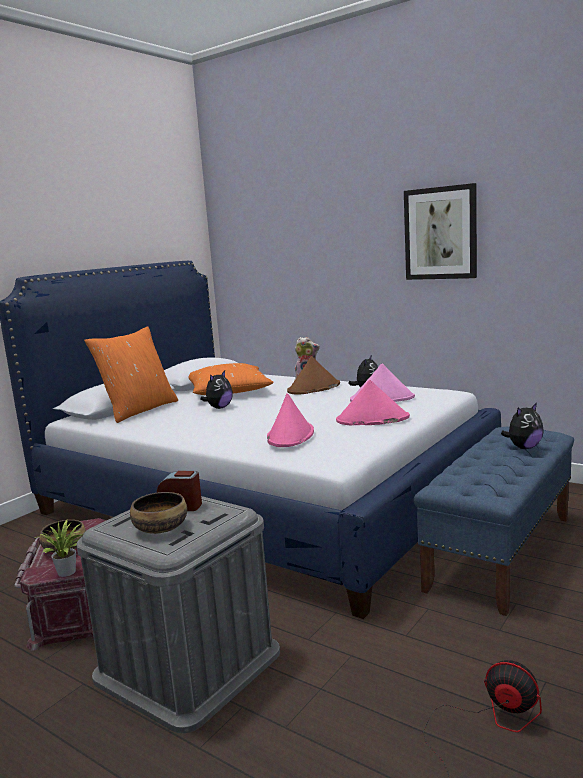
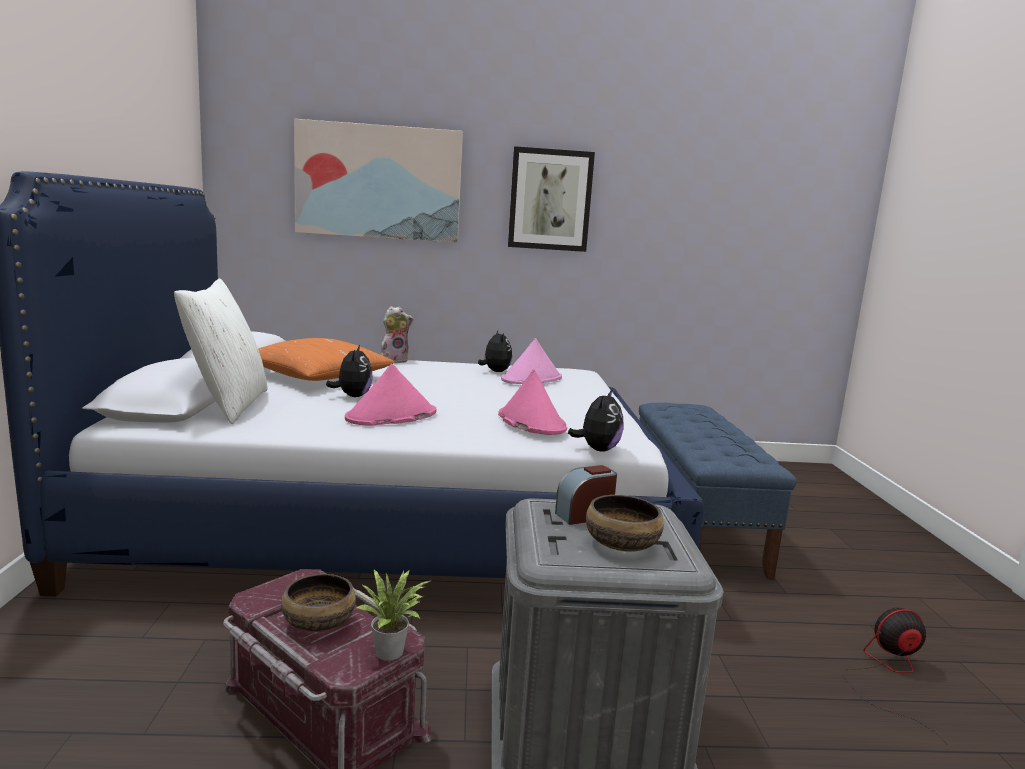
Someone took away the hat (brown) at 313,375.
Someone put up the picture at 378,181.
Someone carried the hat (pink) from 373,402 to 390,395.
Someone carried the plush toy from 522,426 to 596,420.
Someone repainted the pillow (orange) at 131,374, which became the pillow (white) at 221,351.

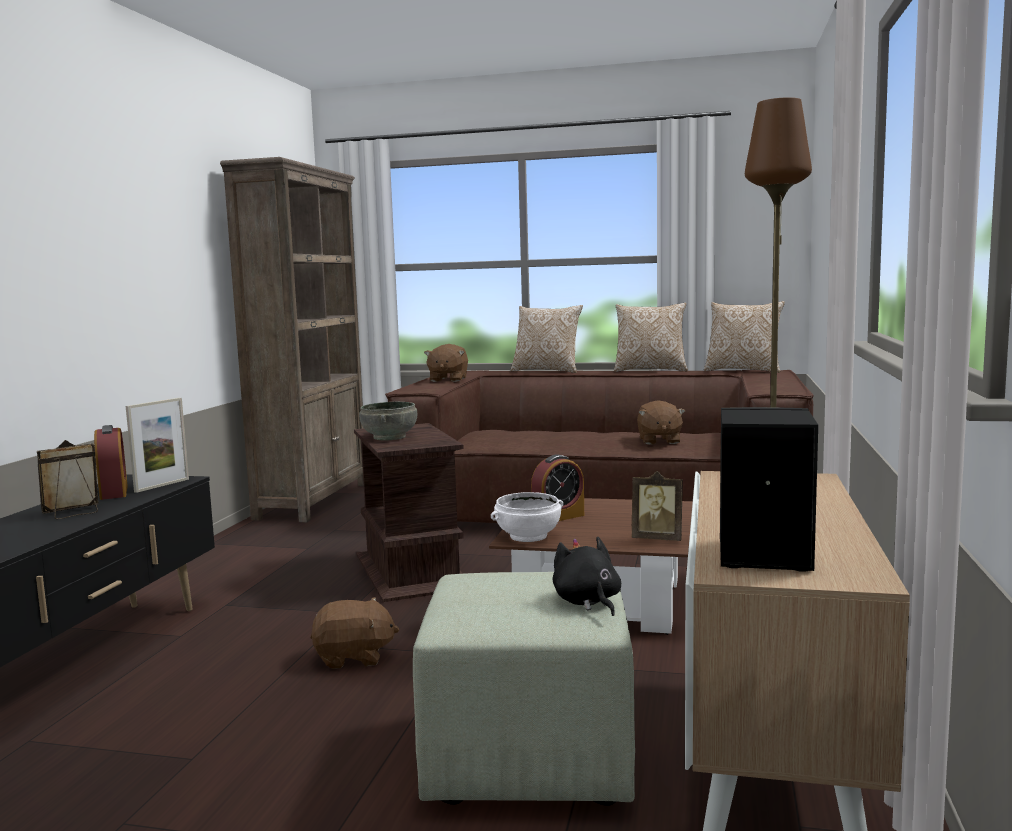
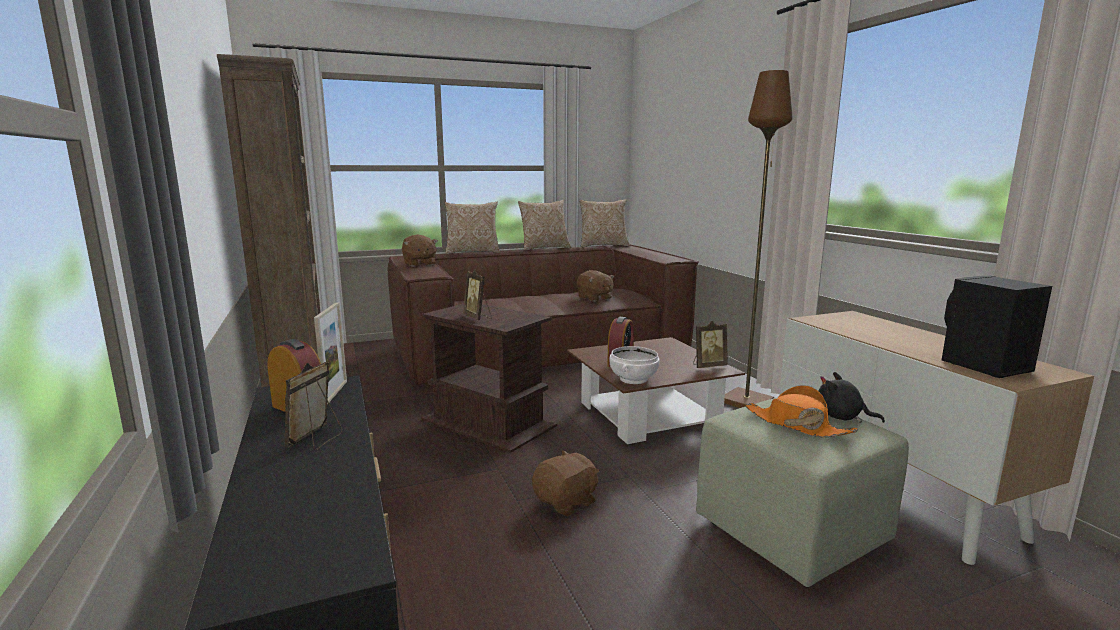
Someone put down the hat (orange) at 801,411.
Someone swapped the bowl (grey) at 388,421 for the picture frame at 477,294.

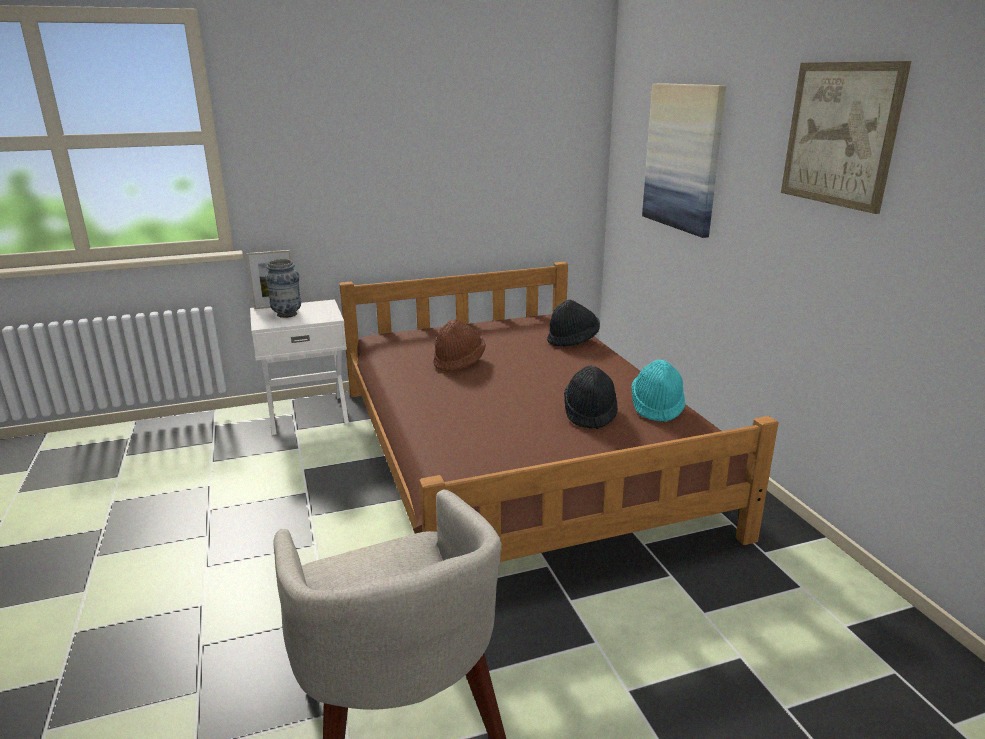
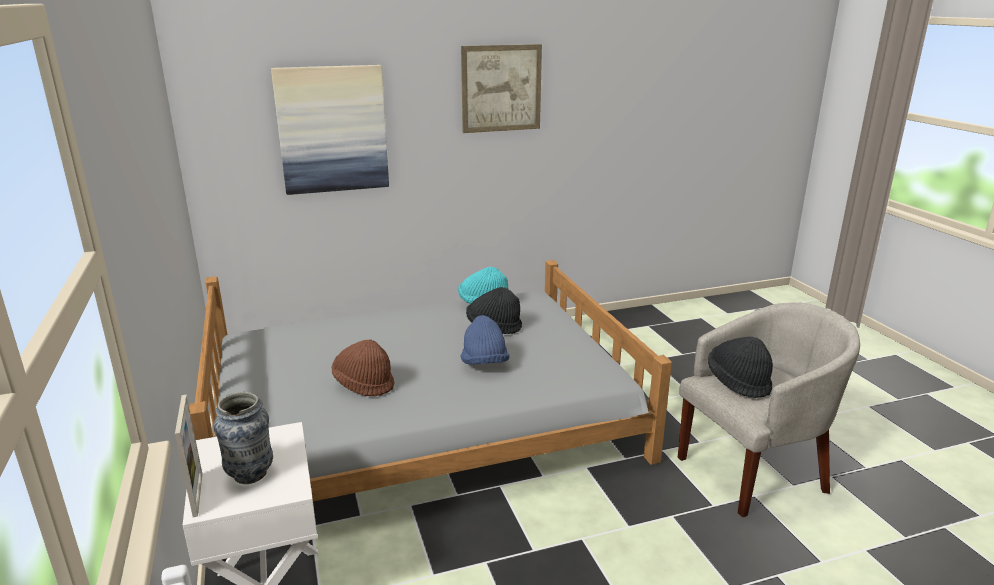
Someone put down the hat (blue) at 485,340.
Someone carried the hat (black) from 573,322 to 740,367.
Someone repainted the bed (brown) at 559,412, which became the bed (grey) at 430,410.

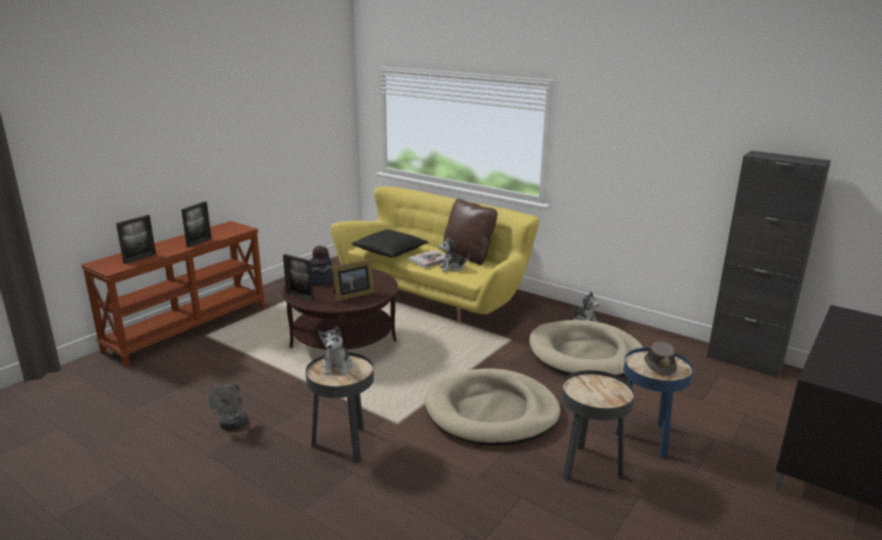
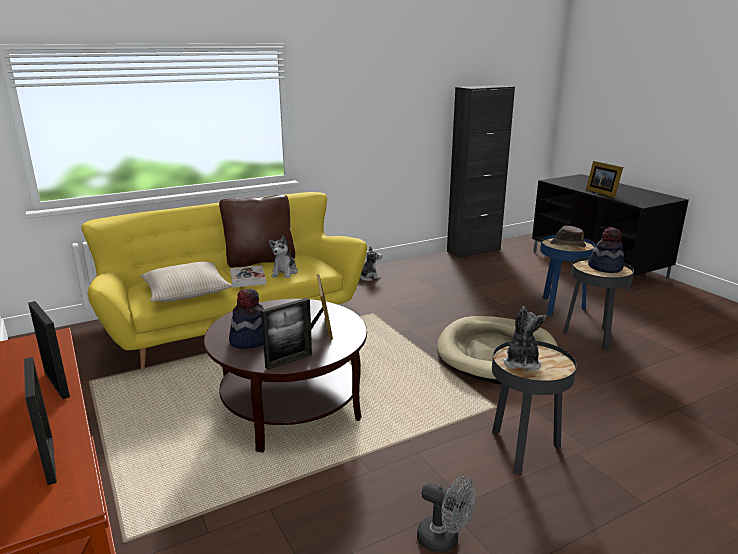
Someone took away the dog bed (beige) at 586,348.
Someone put down the picture frame at 604,179.
Someone put down the hat at 606,250.
Someone repainted the pillow (black) at 389,243, which became the pillow (beige) at 186,282.
Someone rotated the plush toy at 335,350 by 105 degrees counterclockwise.

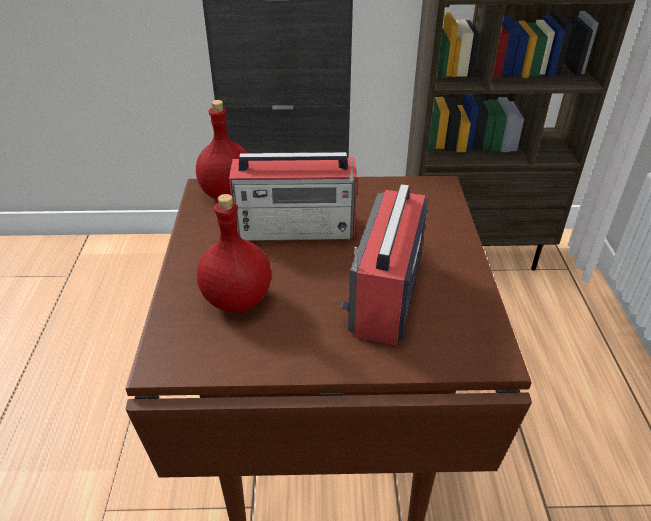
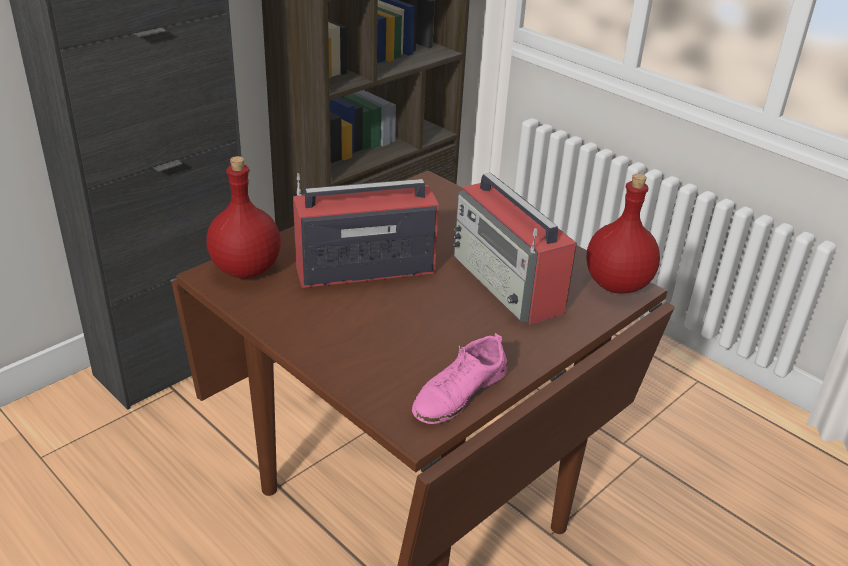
Someone put down the shoe (pink) at 459,378.
Someone carried the bottle (red) from 234,253 to 623,234.
Someone rotated the radio at 293,196 by 150 degrees counterclockwise.

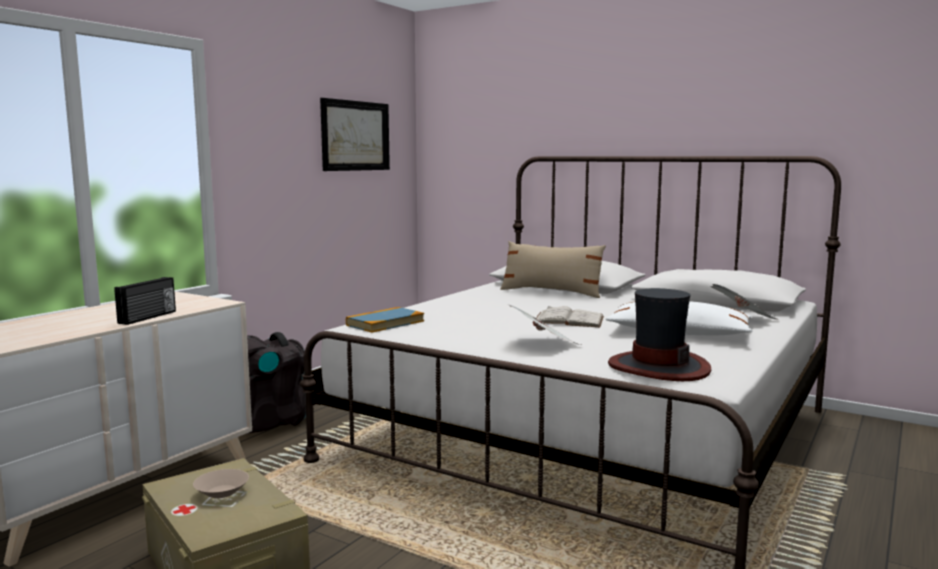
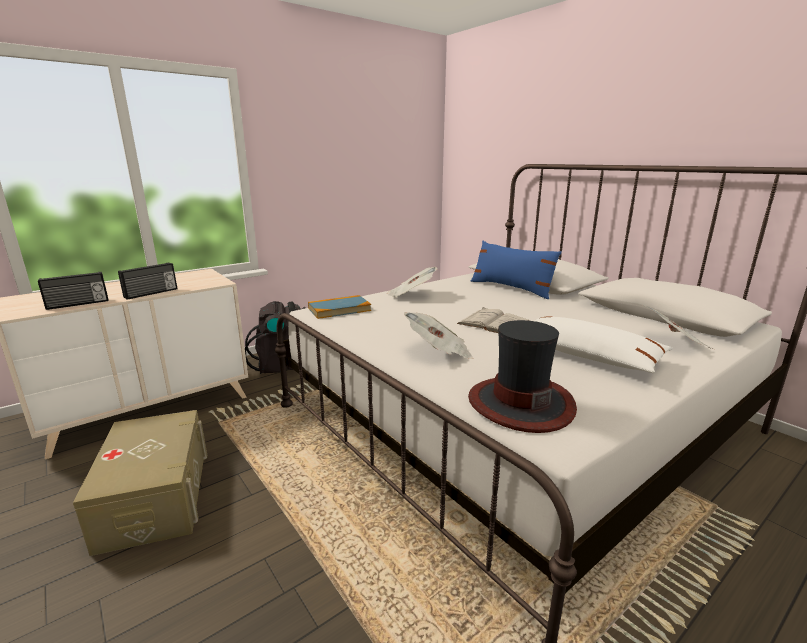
Someone took away the bowl (beige) at 221,483.
Someone took away the picture at 355,134.
Someone put down the radio at 73,291.
Someone put down the newspaper at 412,282.
Someone repainted the pillow (beige) at 553,269, which became the pillow (blue) at 516,270.

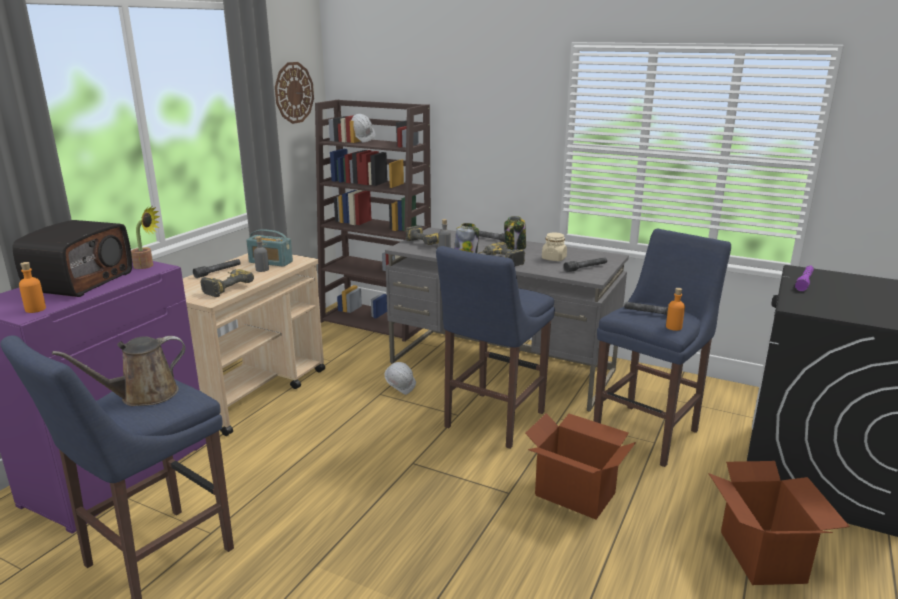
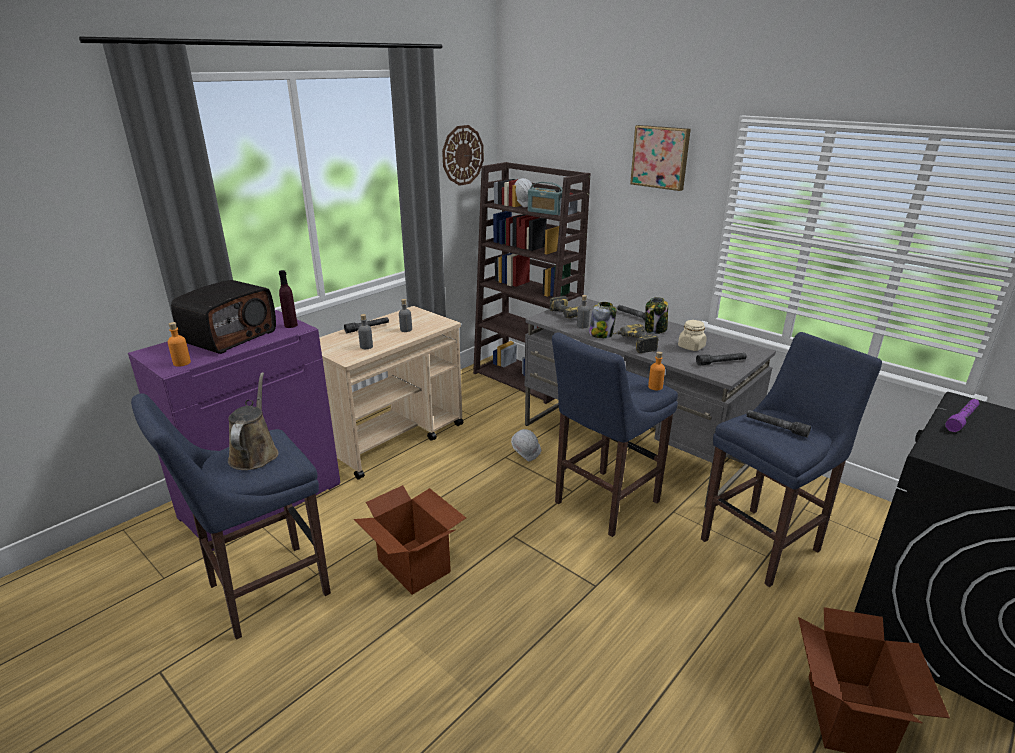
Someone put up the picture at 660,158.
Someone carried the radio from 269,248 to 545,199.
Someone carried the cardboard box from 580,466 to 410,540.
Someone carried the bottle (orange) from 675,309 to 656,370.
Someone swapped the potted plant at 145,237 for the bottle (purple) at 288,299.
Someone swapped the power drill at 227,283 for the bottle (grey) at 365,331.
Someone rotated the watering can (brown) at 118,371 by 105 degrees clockwise.

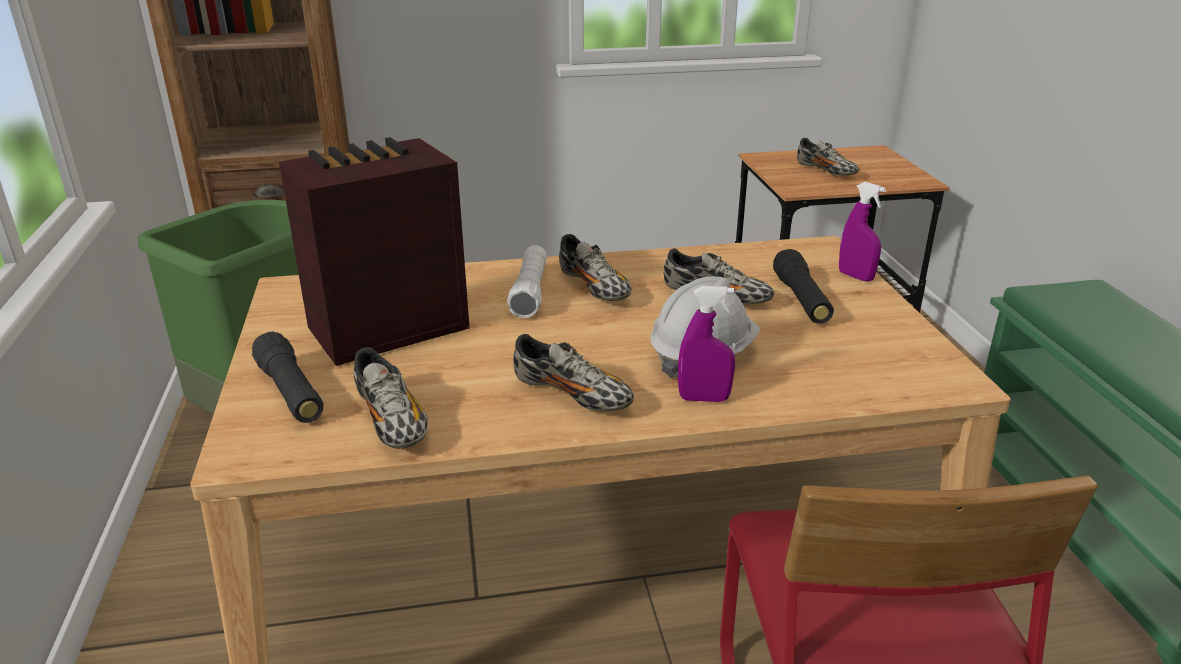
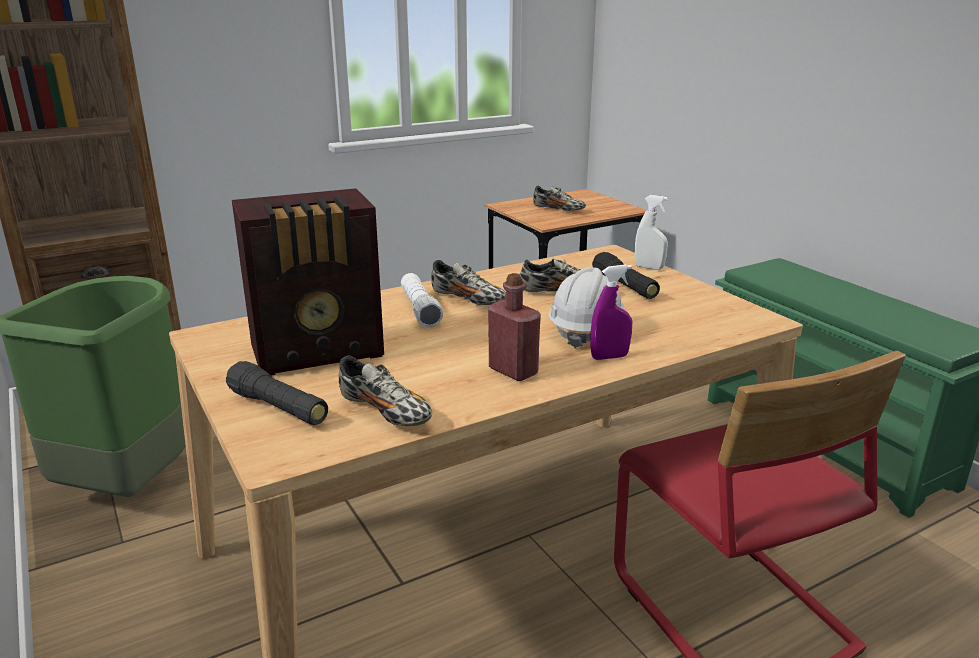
Someone swapped the shoe at 573,372 for the bottle (red) at 514,327.
Someone repainted the spray bottle (purple) at 862,232, which became the spray bottle (white) at 651,232.
Someone rotated the radio at 374,251 by 150 degrees counterclockwise.

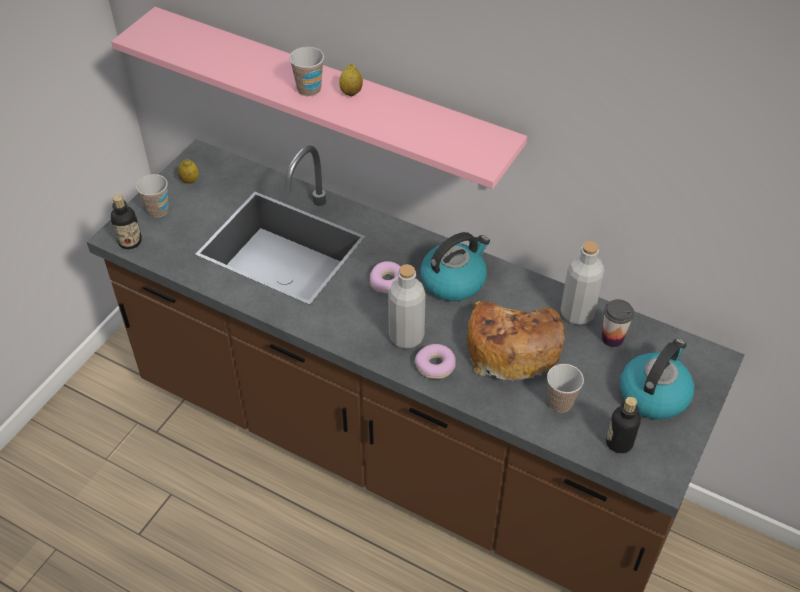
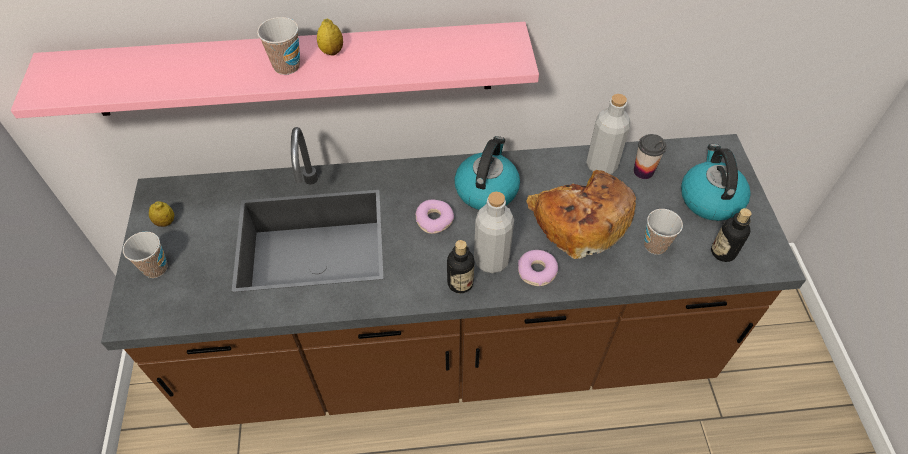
Someone carried the bottle from 126,222 to 460,266.

